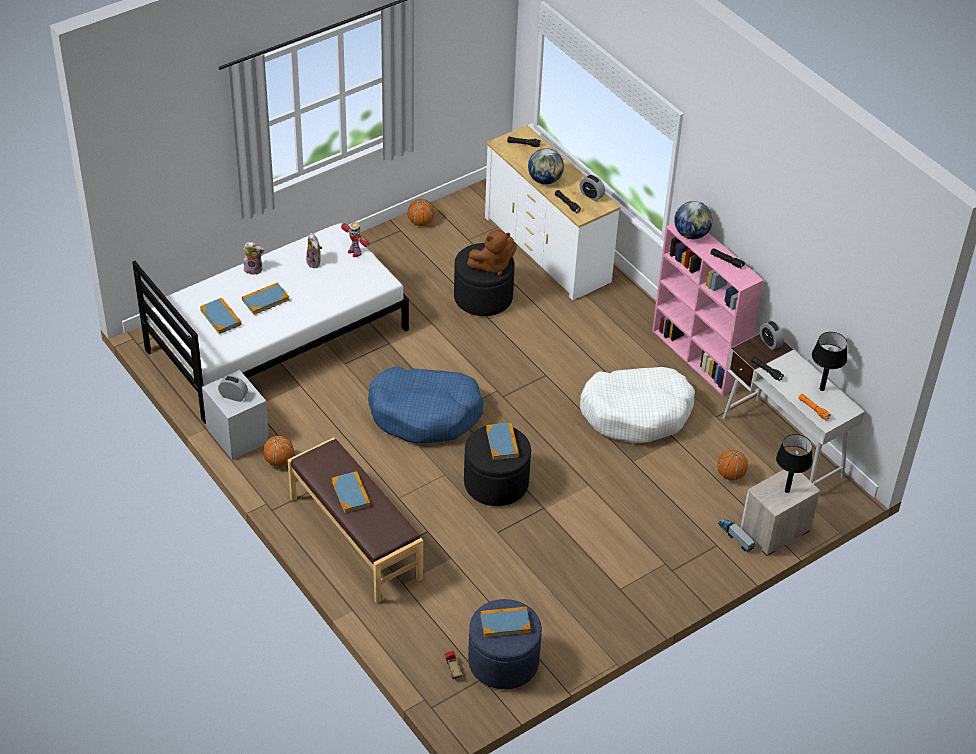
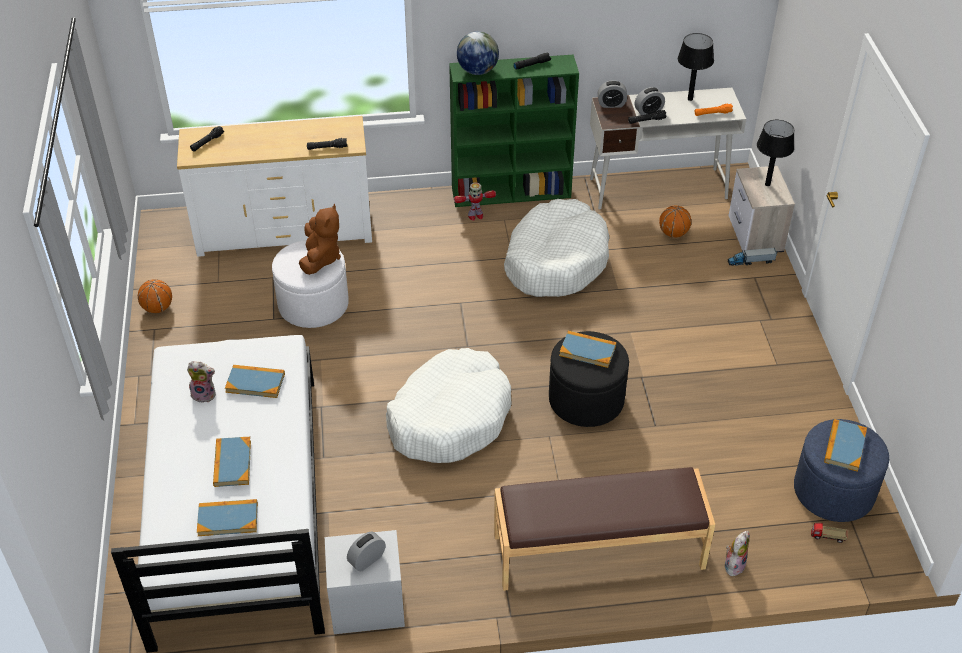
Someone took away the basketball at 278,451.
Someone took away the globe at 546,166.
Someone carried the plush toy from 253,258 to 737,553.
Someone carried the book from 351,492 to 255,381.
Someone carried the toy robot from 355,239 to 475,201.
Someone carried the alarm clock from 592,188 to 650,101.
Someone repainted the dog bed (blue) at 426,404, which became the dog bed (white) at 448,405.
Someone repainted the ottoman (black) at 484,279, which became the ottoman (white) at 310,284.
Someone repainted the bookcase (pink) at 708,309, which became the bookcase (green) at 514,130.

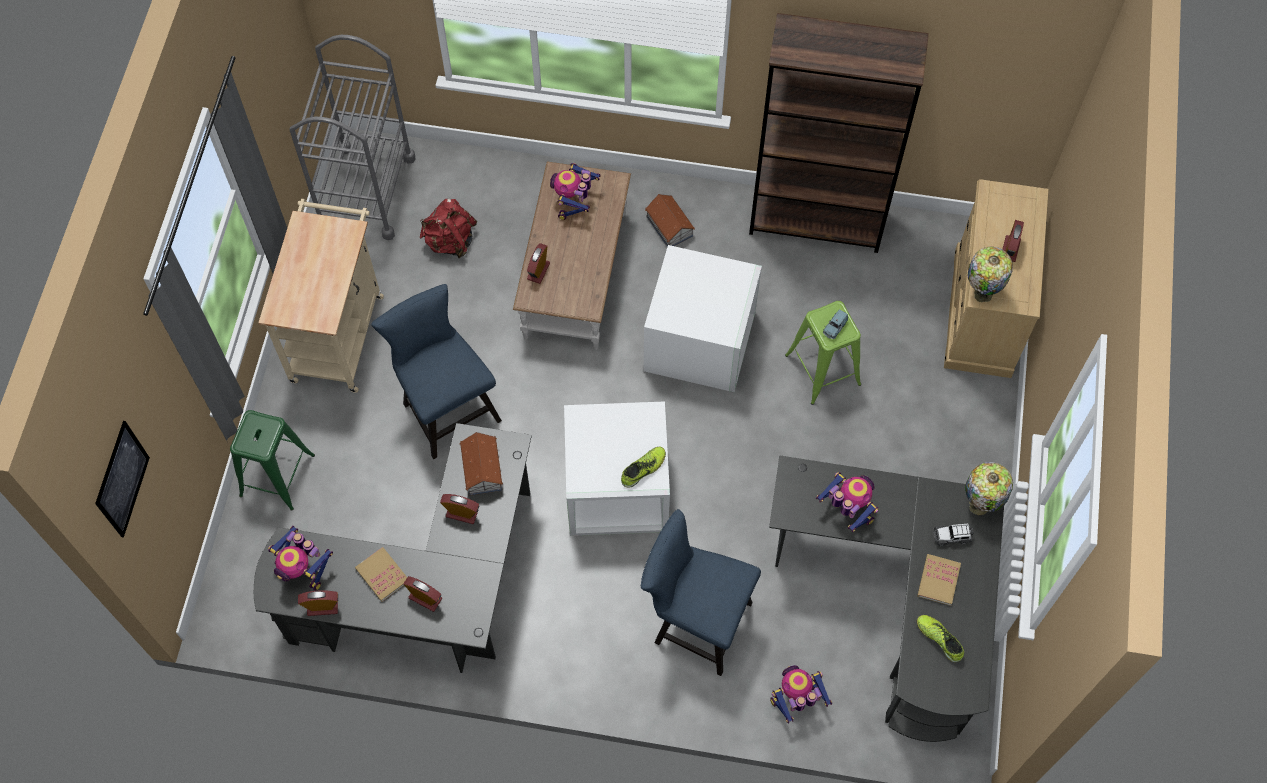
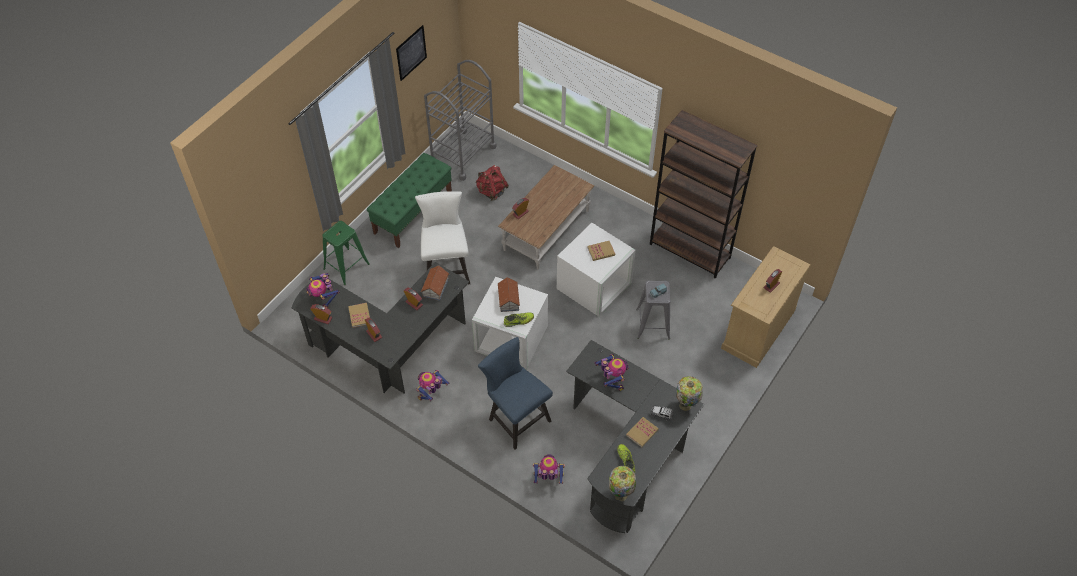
Someone put down the book at 601,251.
Someone carried the picture from 122,479 to 411,53.
Someone carried the toy robot from 575,191 to 433,385.
Someone carried the toy house from 670,220 to 508,294.
Someone carried the table lamp from 990,274 to 622,483.
Someone swapped the cart (beige) at 321,296 for the bench (green) at 409,200.
Someone repainted the chair (blue) at 436,371, which became the chair (white) at 442,238.
Someone repainted the stool (green) at 823,353, which became the stool (grey) at 653,310.

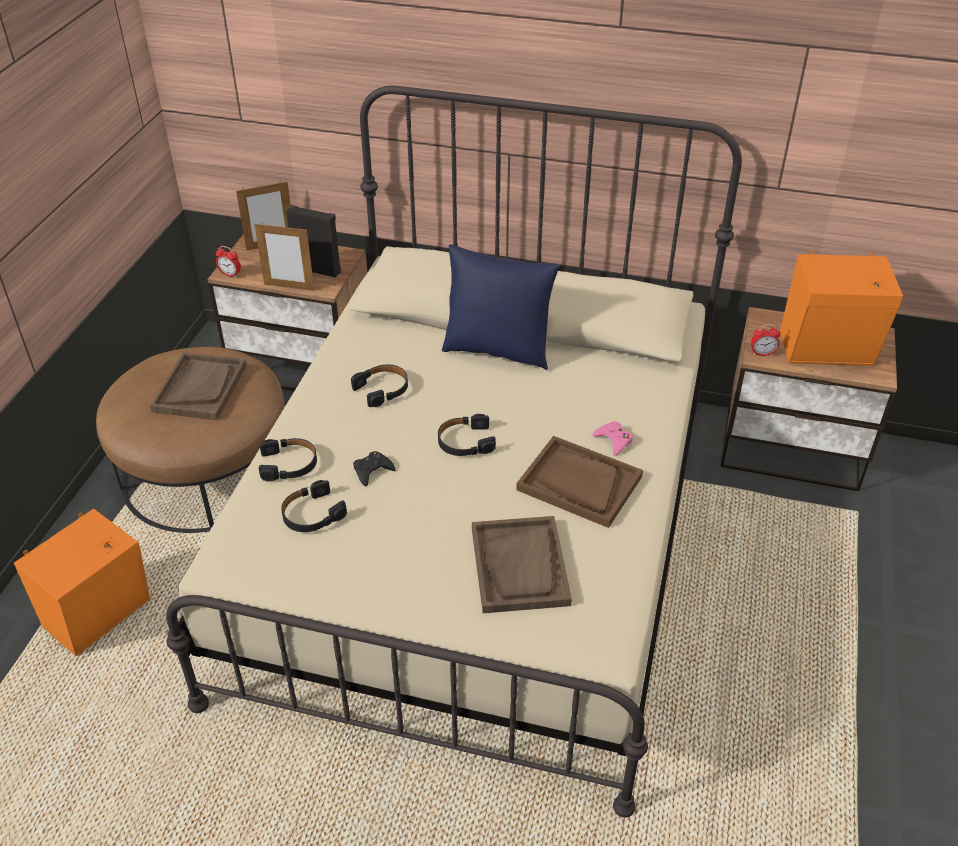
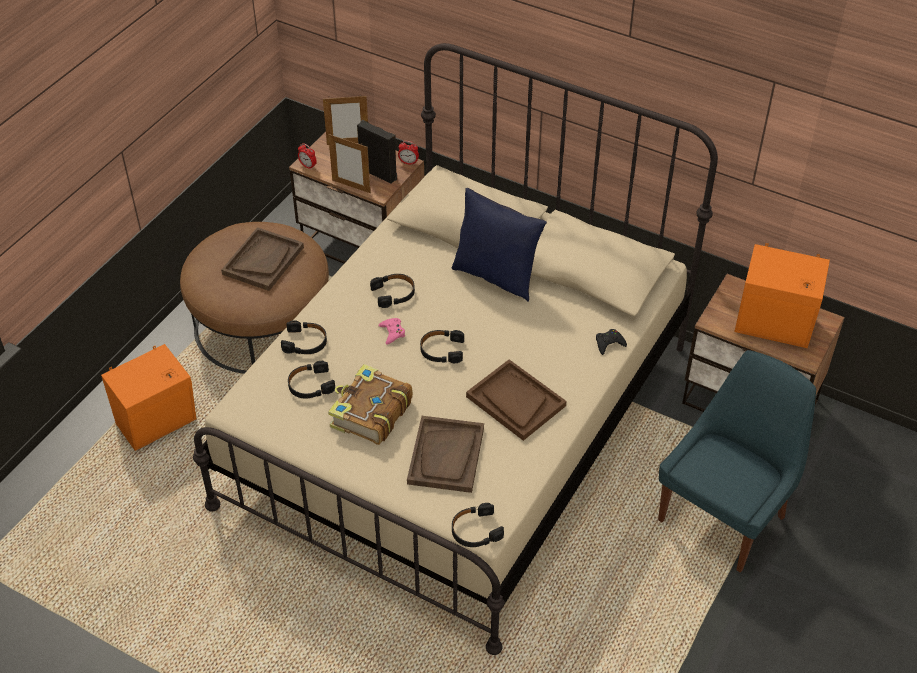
Someone put down the book at 370,404.
Someone put down the headphones (black) at 478,525.
Someone put down the chair (blue) at 737,461.
Someone carried the game controller (black) from 374,469 to 611,342.
Someone carried the game controller (pink) from 612,438 to 391,331.
Someone carried the alarm clock from 766,340 to 408,153.

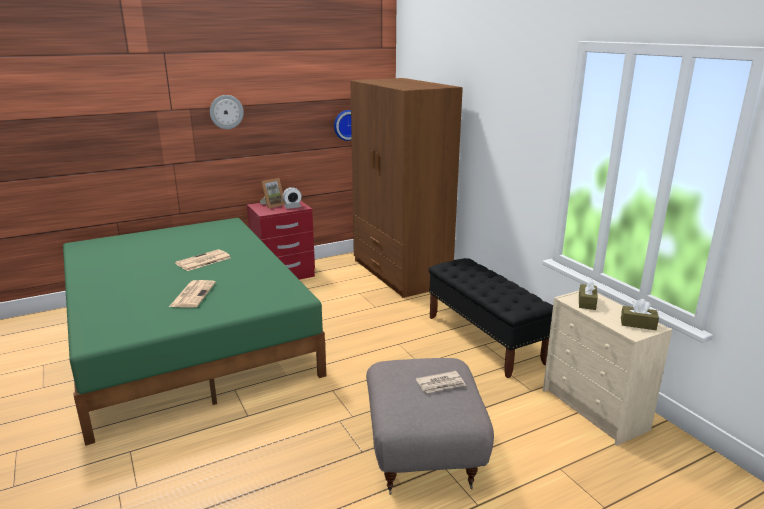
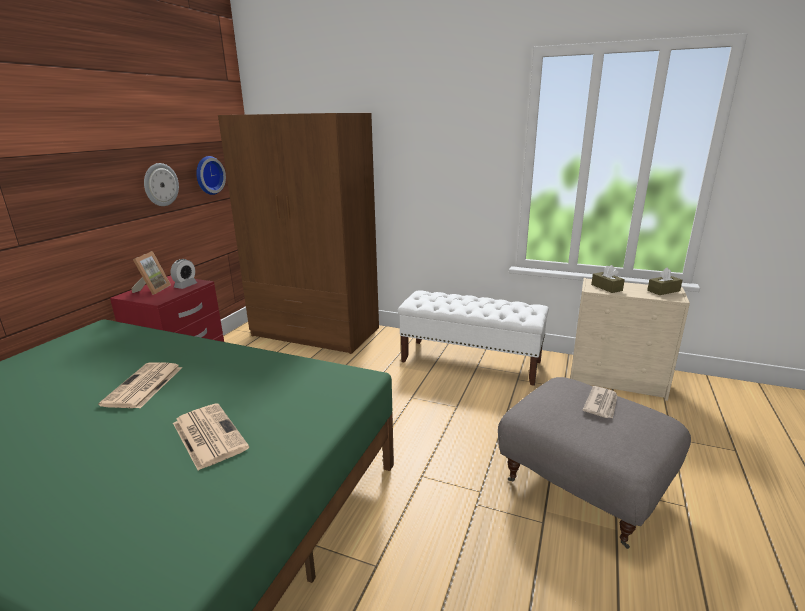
Someone carried the wall clock from 227,112 to 161,184.
Someone repainted the bench (black) at 491,318, which became the bench (white) at 473,338.

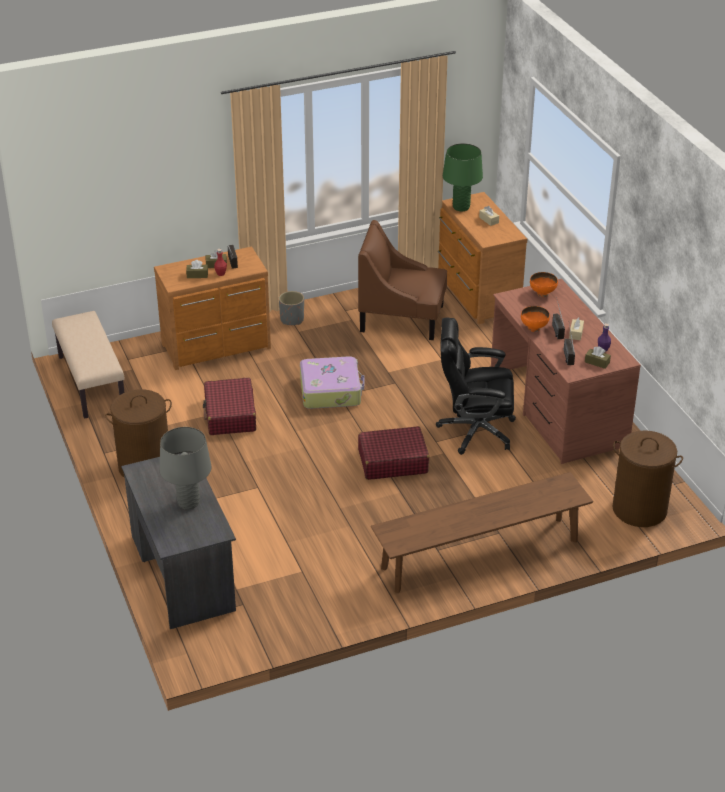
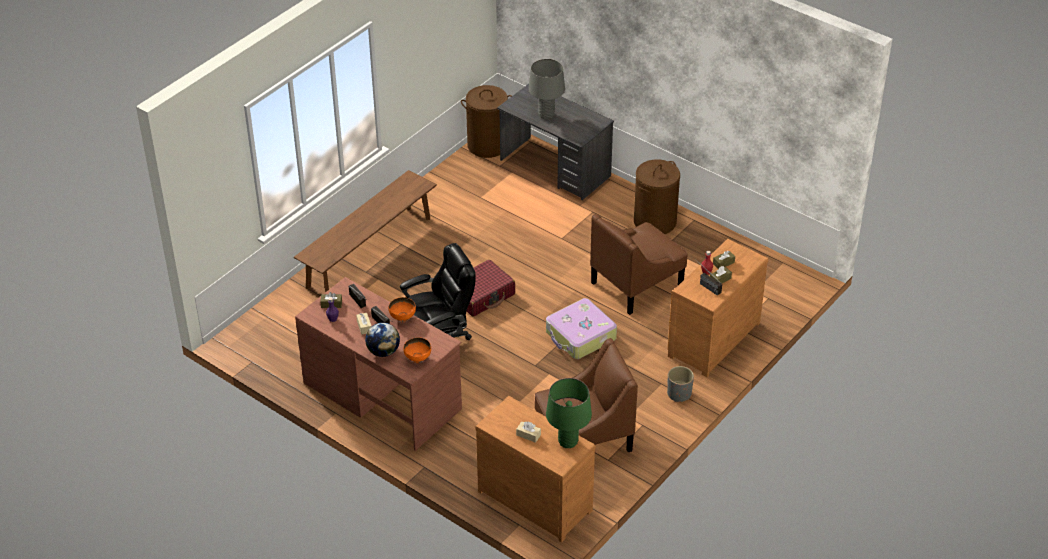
Someone took away the bench (beige) at 88,365.
Someone put down the globe at 382,339.
Someone carried the laundry basket (brown) from 647,479 to 486,121.
Someone swapped the suitcase (red) at 229,406 for the armchair (brown) at 639,264.

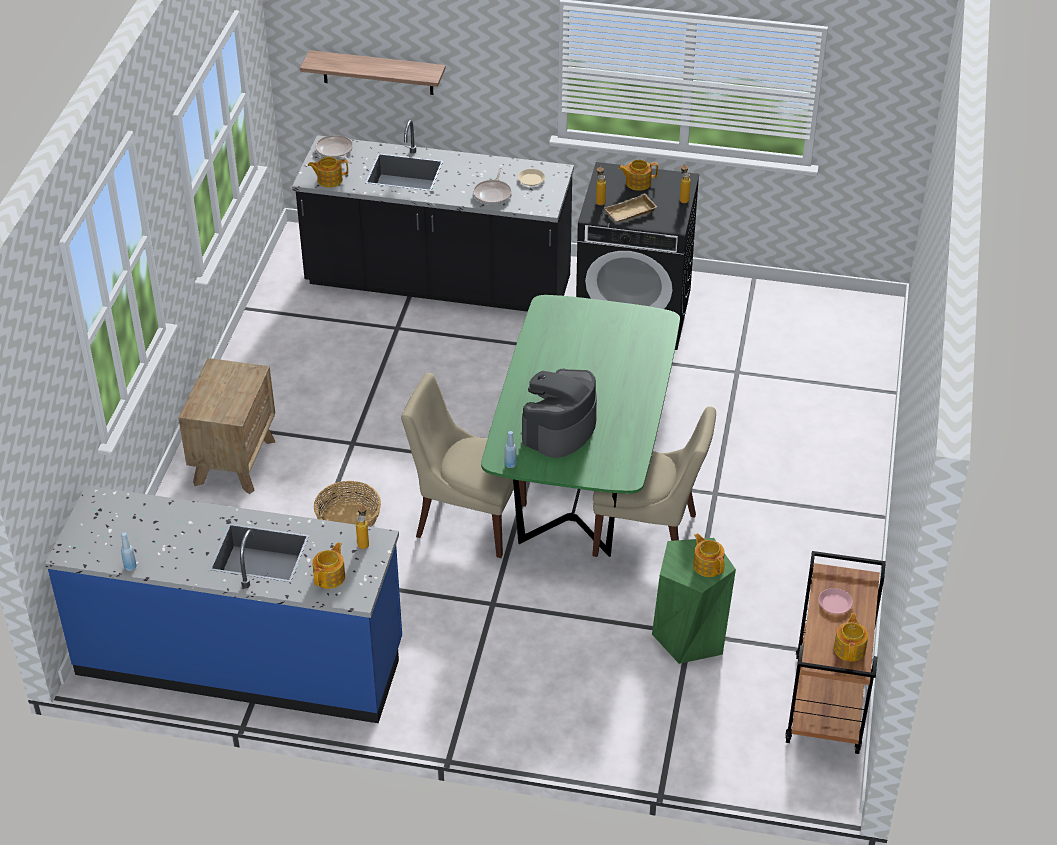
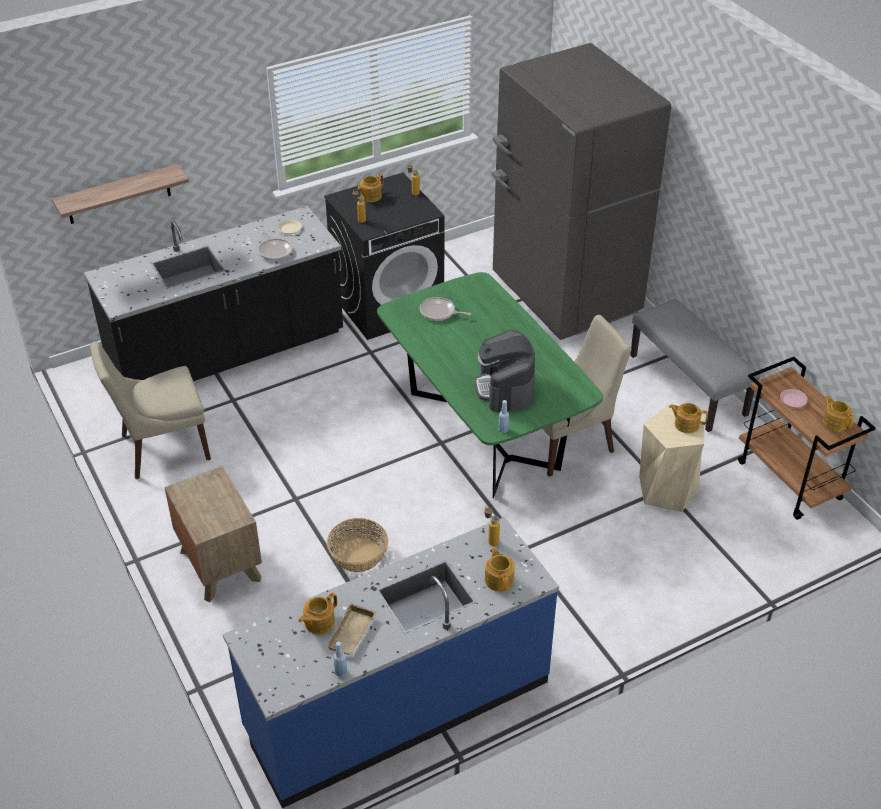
Someone put down the fridge (grey) at 581,191.
Someone put down the bench (grey) at 695,365.
Someone carried the teapot from 328,172 to 318,613.
Someone carried the frying pan from 334,149 to 445,309.
Someone carried the chair (beige) from 464,465 to 150,410.
Someone carried the tray (beige) from 630,208 to 351,629.
Someone repainted the stool (green) at 694,601, which became the stool (beige) at 671,458.

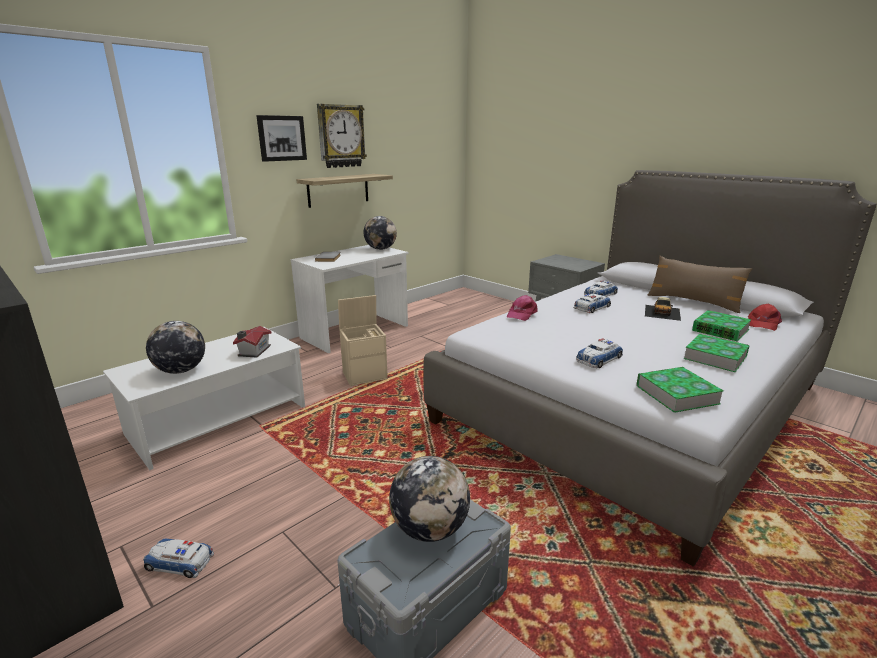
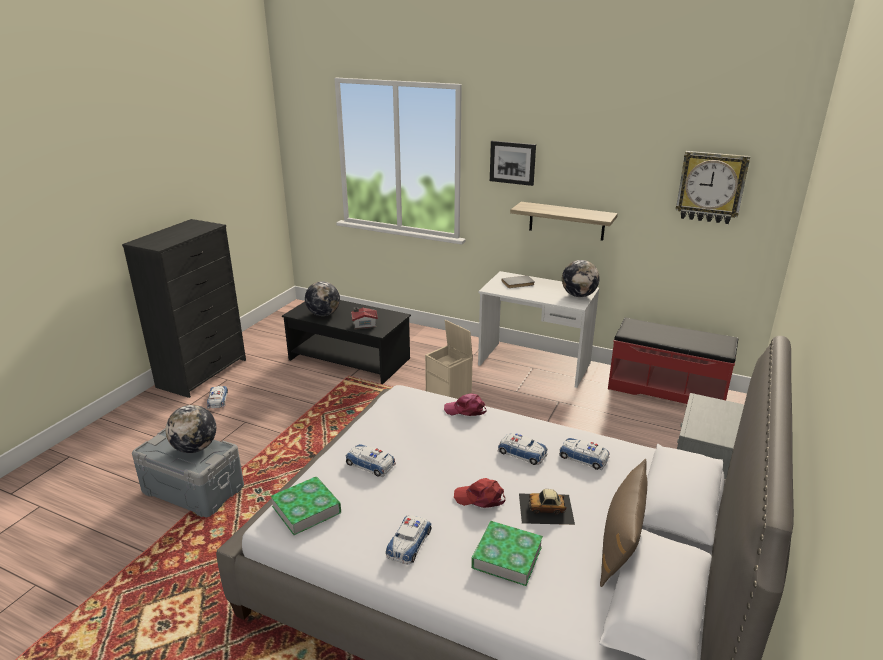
Someone put down the bench (red) at 673,360.
Someone carried the wall clock from 342,136 to 713,187.
Someone carried the cap (red) from 765,317 to 479,493.
Someone swapped the book at 716,353 for the toy car at 409,539.
Someone repainted the coffee table (white) at 204,398, which became the coffee table (black) at 346,342.

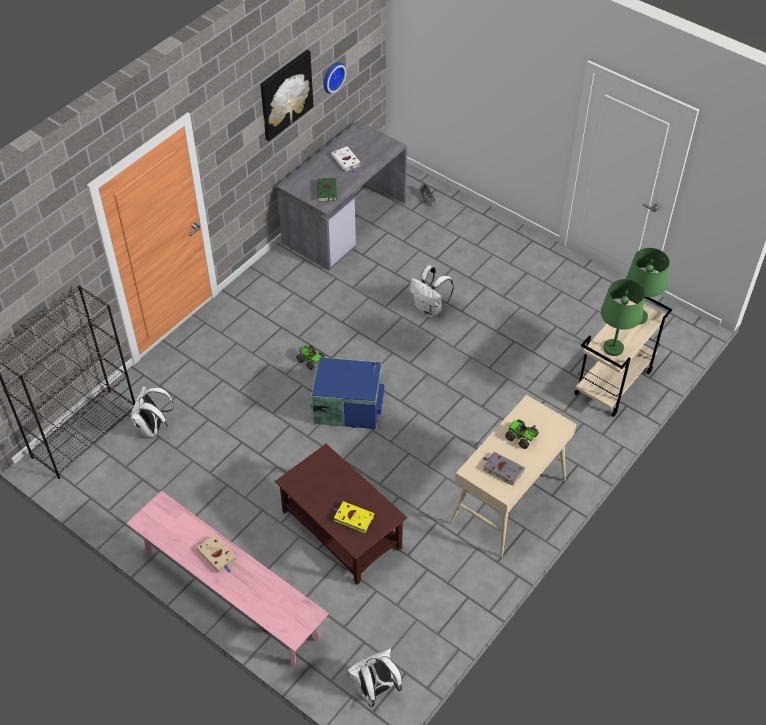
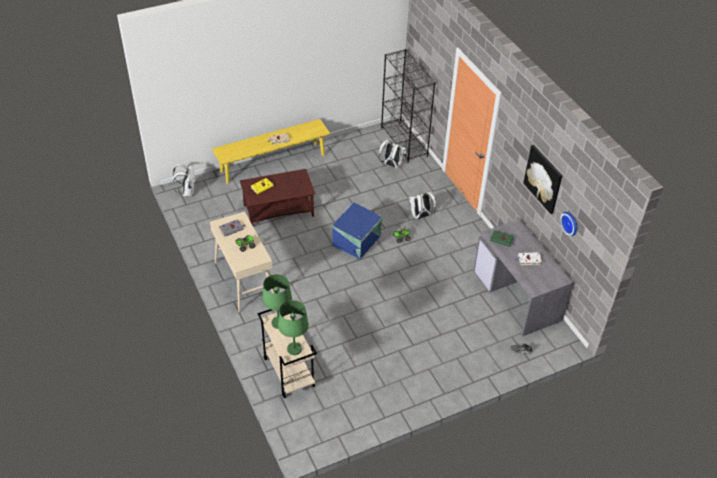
Someone carried the backpack (white) from 432,291 to 422,205.
Someone repainted the bench (pink) at 227,579, which became the bench (yellow) at 271,151.

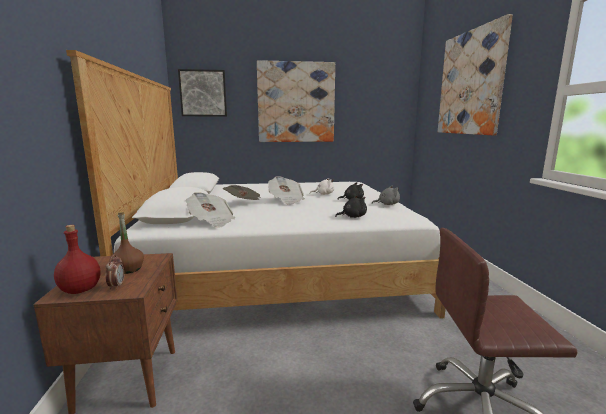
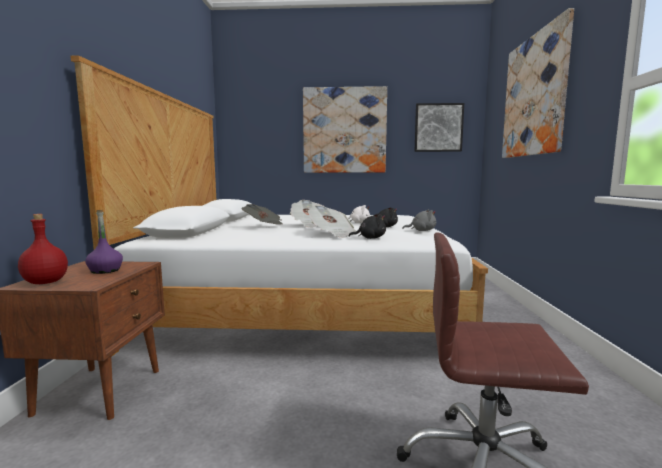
Someone took away the alarm clock at 114,272.
Someone carried the picture from 202,92 to 439,127.
Someone carried the newspaper from 210,210 to 332,221.
Someone repainted the bottle (brown) at 126,243, which became the bottle (purple) at 104,242.

